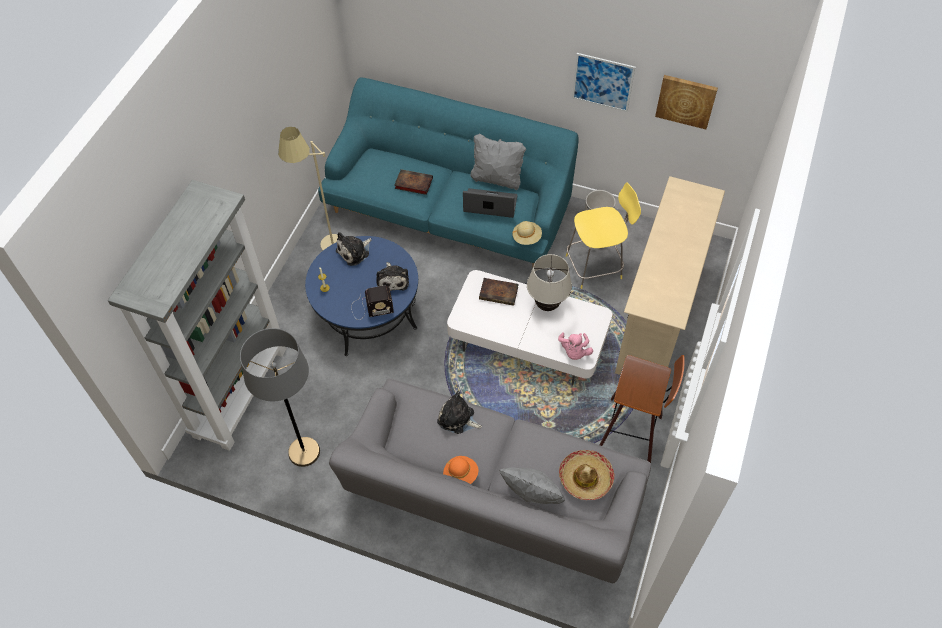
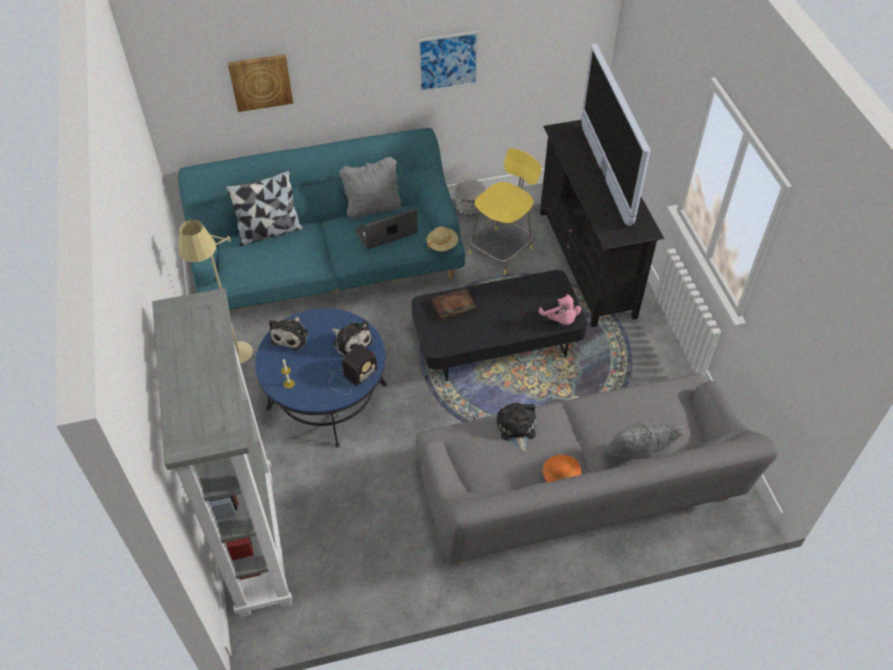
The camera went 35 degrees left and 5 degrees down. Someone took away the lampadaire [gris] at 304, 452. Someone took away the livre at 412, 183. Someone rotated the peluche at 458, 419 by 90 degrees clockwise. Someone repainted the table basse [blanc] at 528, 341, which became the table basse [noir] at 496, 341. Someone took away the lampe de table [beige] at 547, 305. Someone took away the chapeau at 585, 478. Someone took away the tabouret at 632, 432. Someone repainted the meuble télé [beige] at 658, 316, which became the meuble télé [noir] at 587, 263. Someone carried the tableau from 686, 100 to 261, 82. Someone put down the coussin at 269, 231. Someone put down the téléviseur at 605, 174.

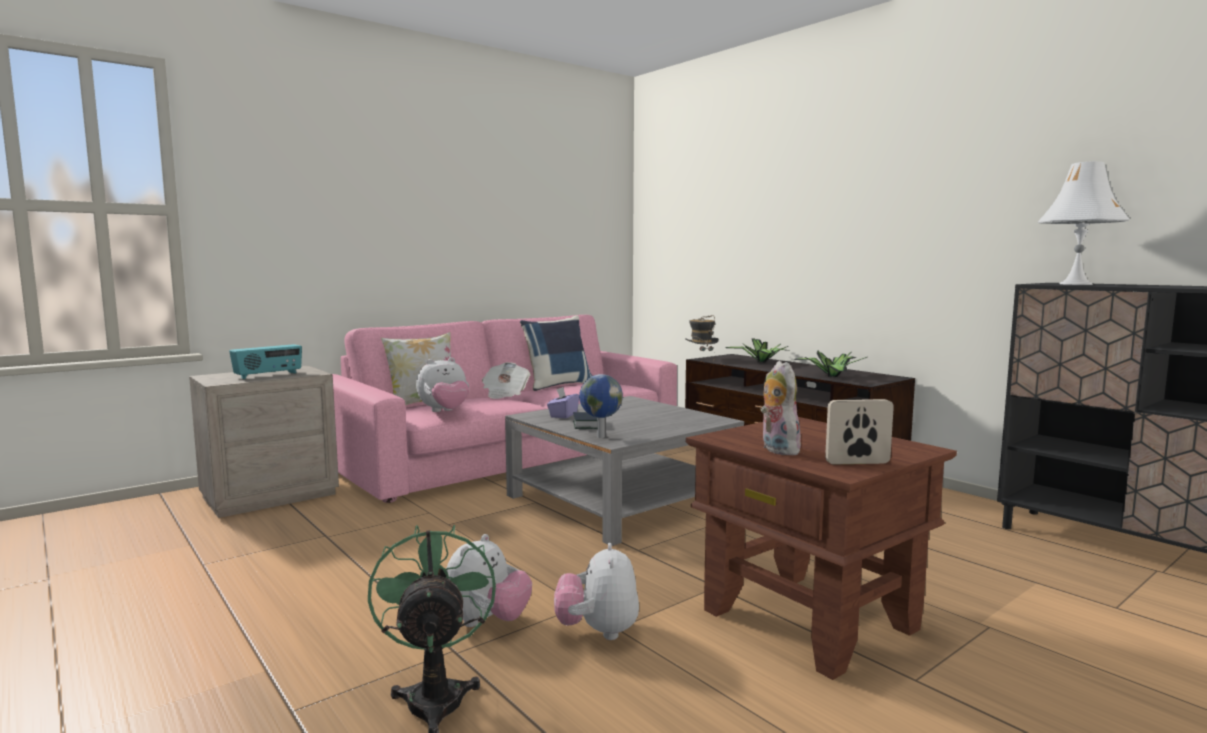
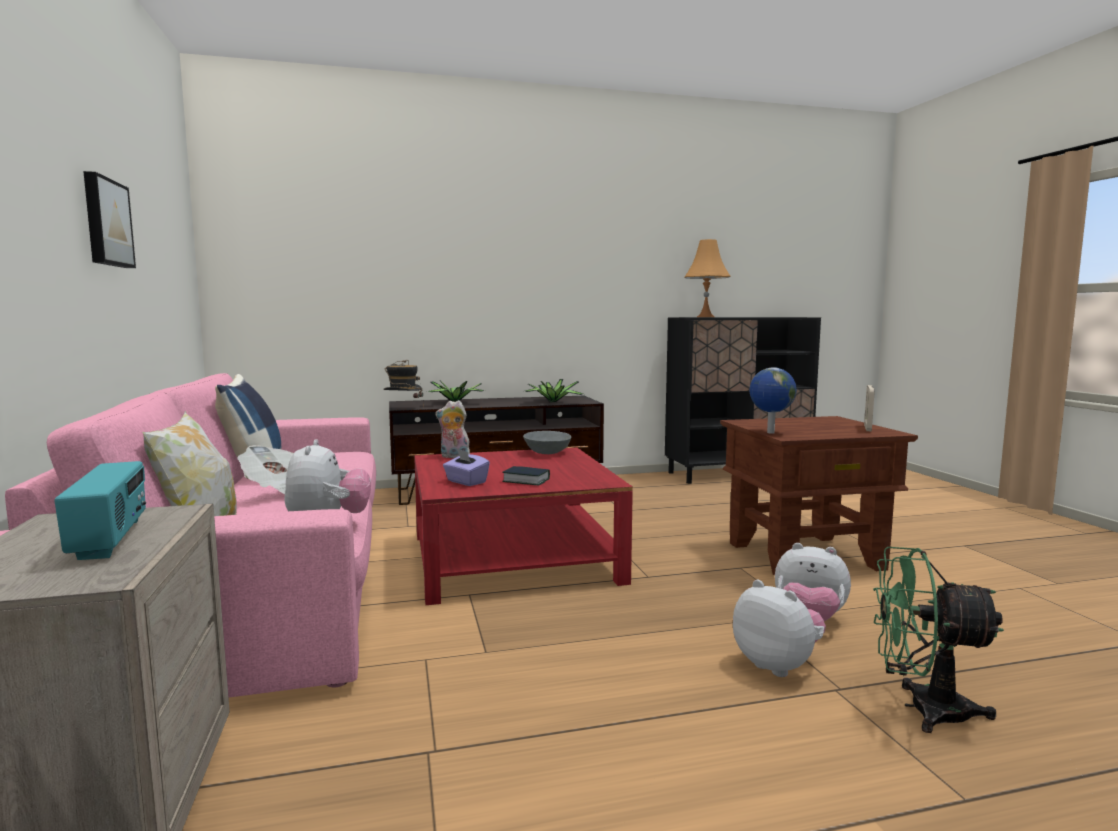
The camera went 65 degrees left and 0 degrees up. Someone repainted the table basse [gris] at 622, 499, which became the table basse [rouge] at 513, 558. Someone carried the globe from 600, 436 to 770, 432. Someone carried the peluche from 776, 449 to 453, 457. Someone repainted the lampe de table [blanc] at 1075, 284, which became the lampe de table [orange] at 705, 317. Someone put up the tableau at 105, 223. Someone put down the bol [gris] at 546, 452.

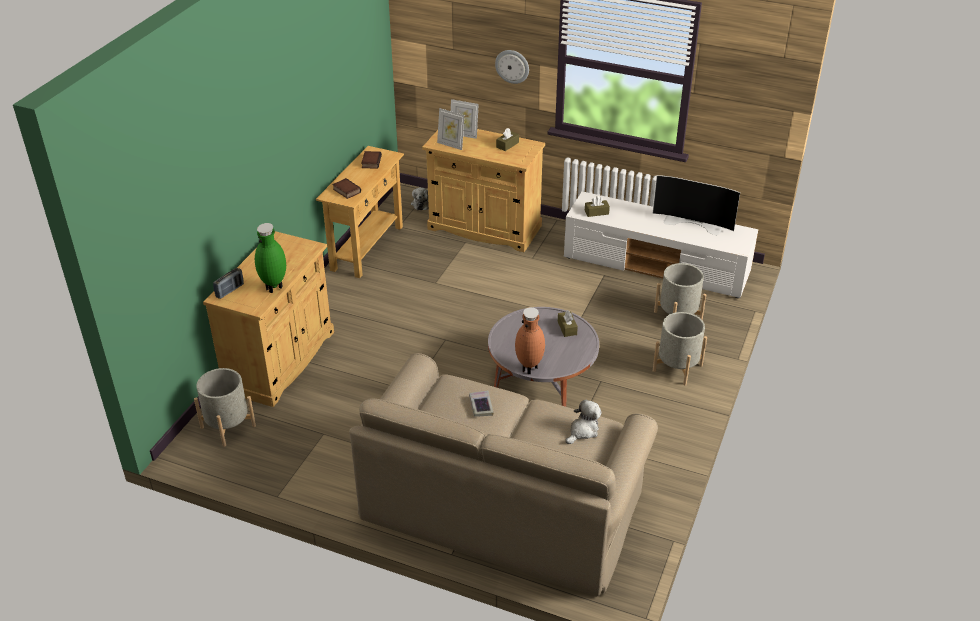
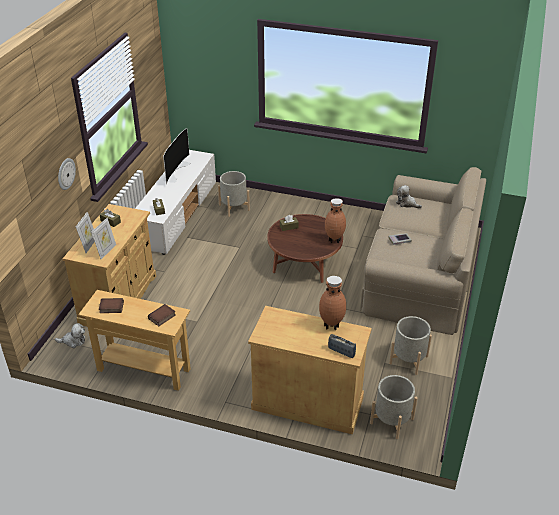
The camera went 95 degrees left and 0 degrees up. Someone repainted the vase [vert] at 275, 287, which became the vase [marron] at 331, 325. Someone repainted the table basse [gris] at 542, 378, which became the table basse [marron] at 304, 262. Someone carried the cache-pot [gris] from 677, 368 to 408, 360.

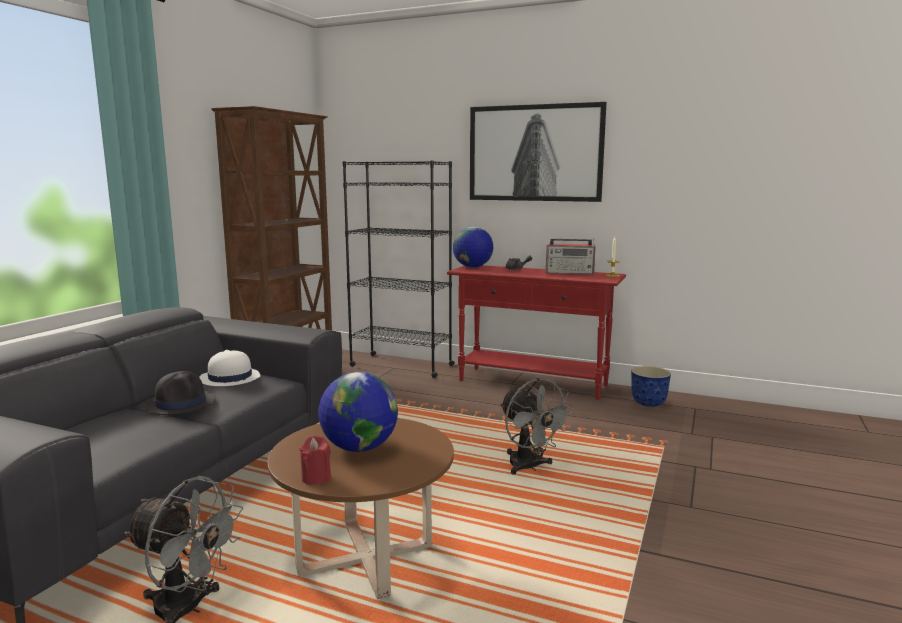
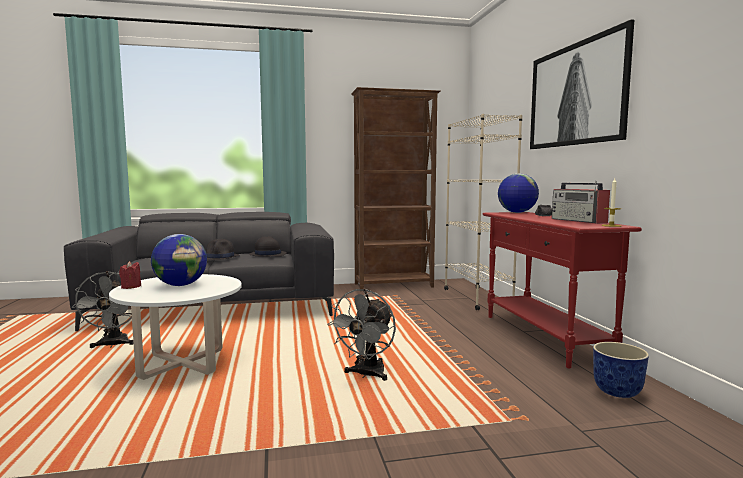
The camera went 55 degrees right and 5 degrees down. Someone repainted the chapeau [blanc] at 229, 378, which became the chapeau [noir] at 267, 254. Someone repainted the table basse [marron] at 365, 559, which became the table basse [blanc] at 182, 364. Someone repainted the bibliothèque [noir] at 401, 365, which became the bibliothèque [beige] at 477, 298.

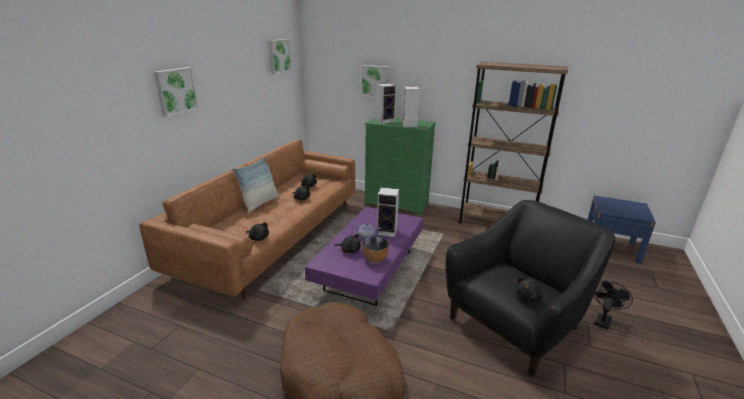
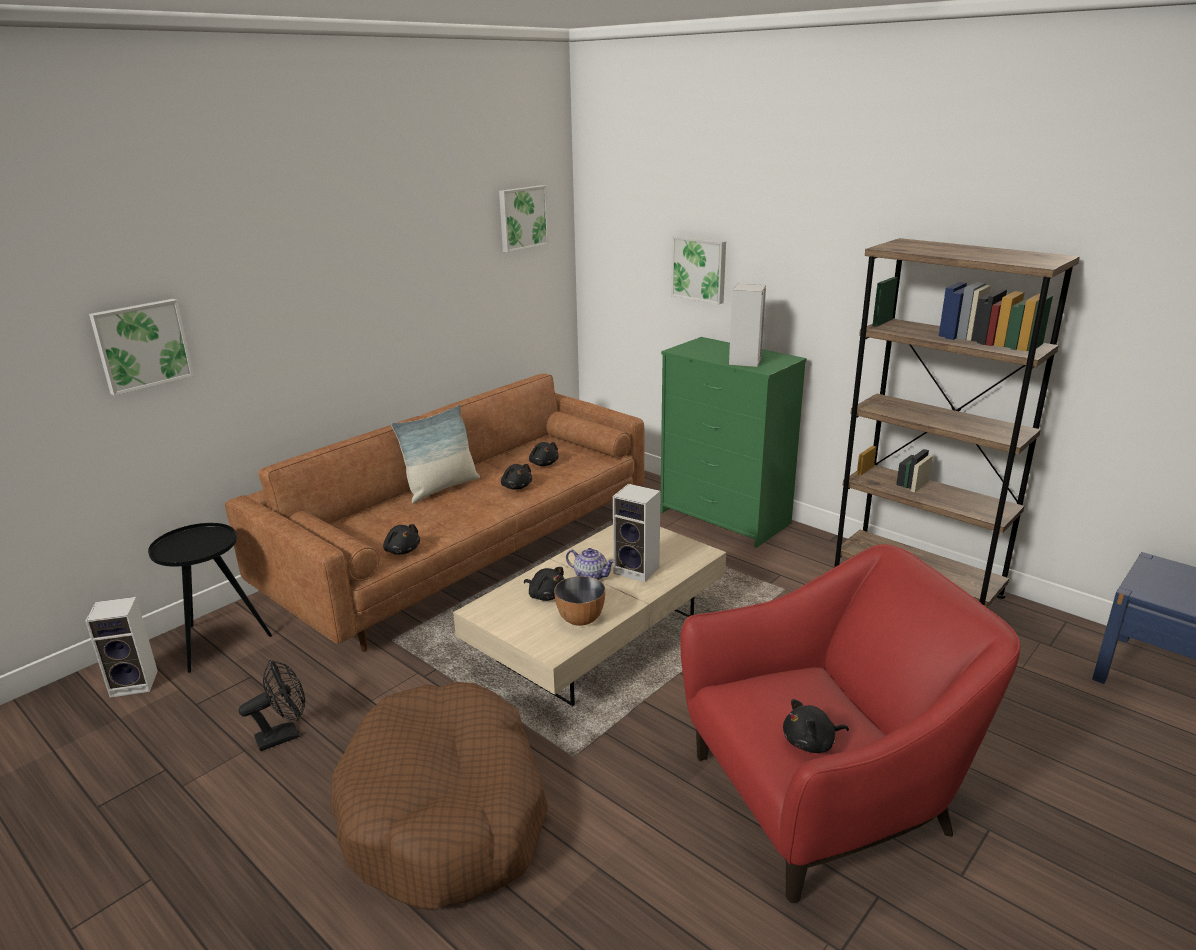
The camera went 20 degrees right and 0 degrees up. Someone carried the tableau from 175, 91 to 142, 345. Someone repainted the table basse [violet] at 369, 270, which became the table basse [beige] at 598, 639. Someone carried the enceinte from 385, 121 to 136, 683. Someone repainted the fauteuil [noir] at 516, 324, which became the fauteuil [rouge] at 824, 798. Someone carried the ventilateur [noir] from 603, 319 to 284, 735. Someone put down the table d'appoint [noir] at 217, 641.

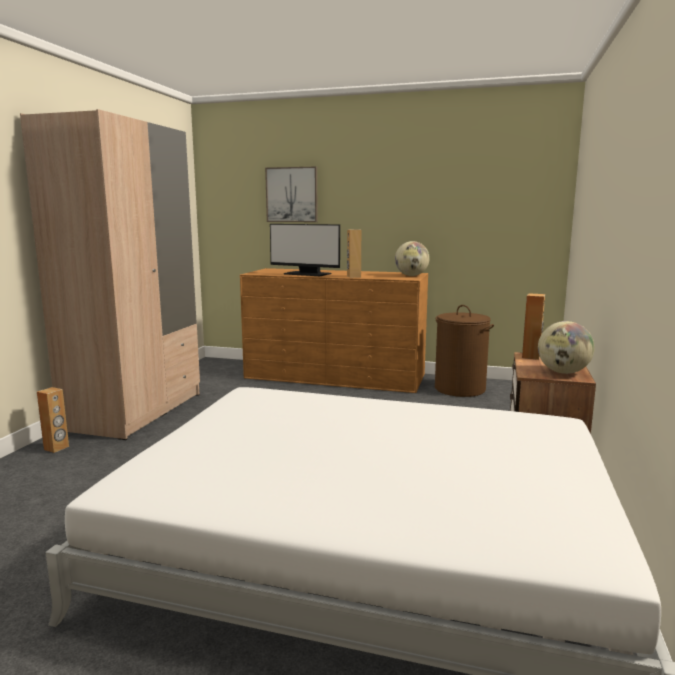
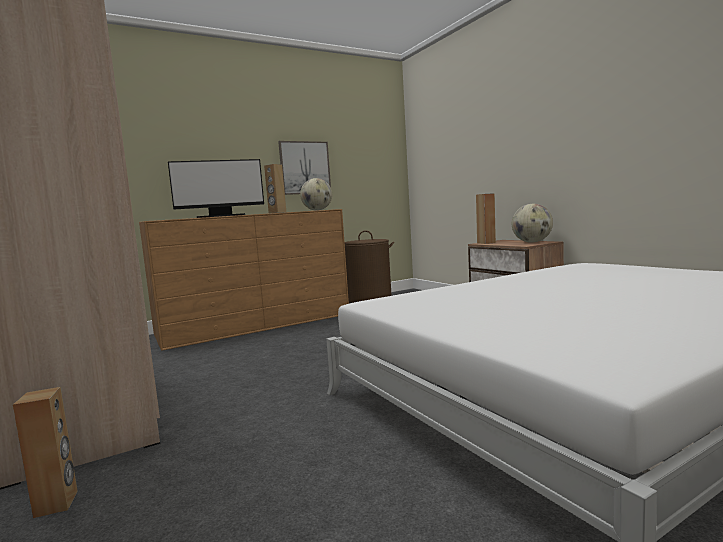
The camera went 45 degrees left and 5 degrees down. Someone carried the tableau from 292, 194 to 304, 168.

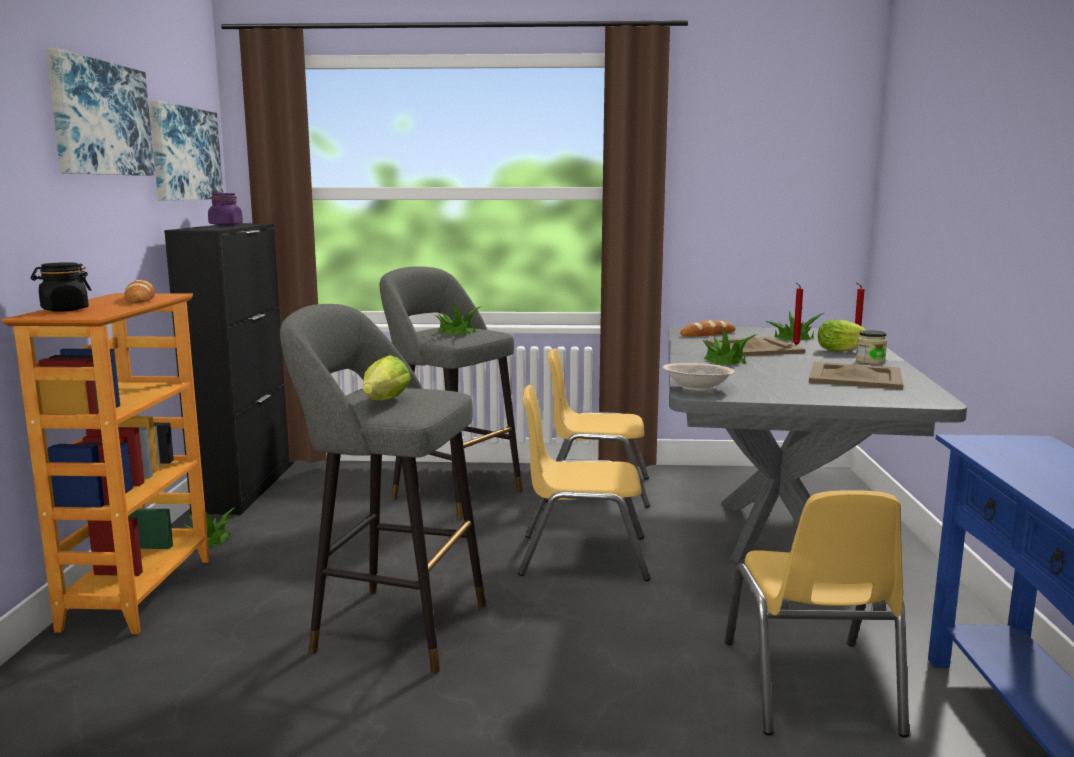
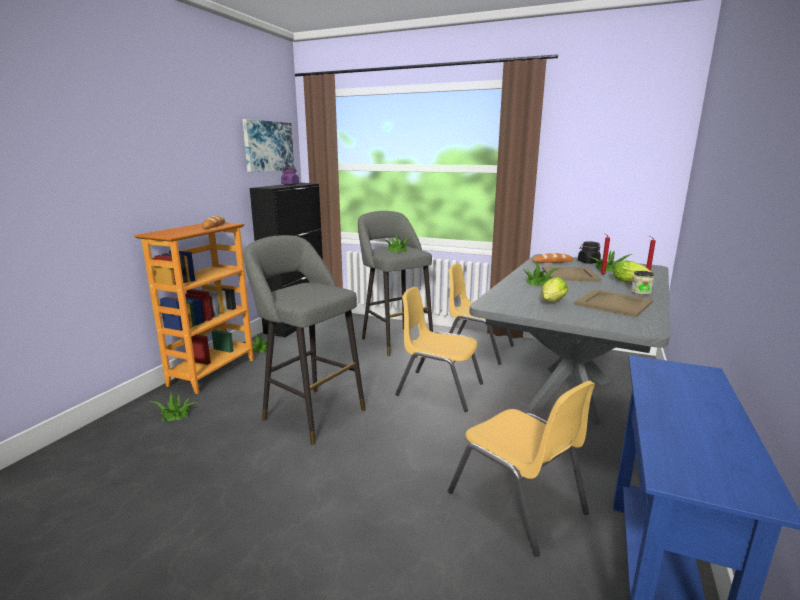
The camera went 20 degrees right and 5 degrees up. Someone carried the bocal [noir] from 64, 310 to 588, 262. Someone took away the tableau at 100, 118. Someone carried the laitue from 383, 401 to 551, 303. Someone took away the bol [beige] at 696, 389. Someone rotated the chaise [jaune] at 810, 686 by 60 degrees counterclockwise. Someone put down the plante en pot at 175, 414.

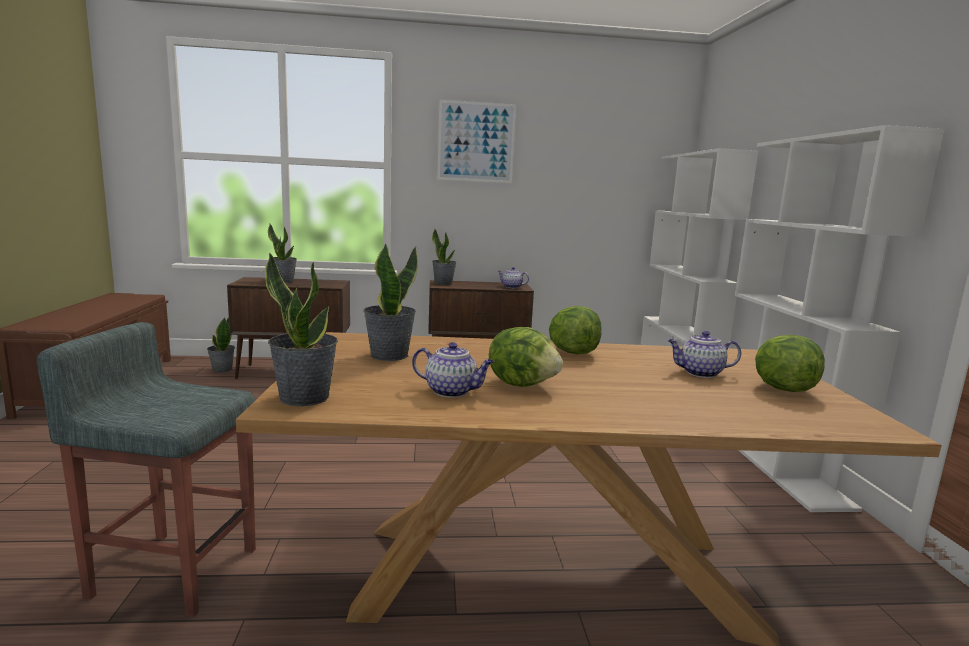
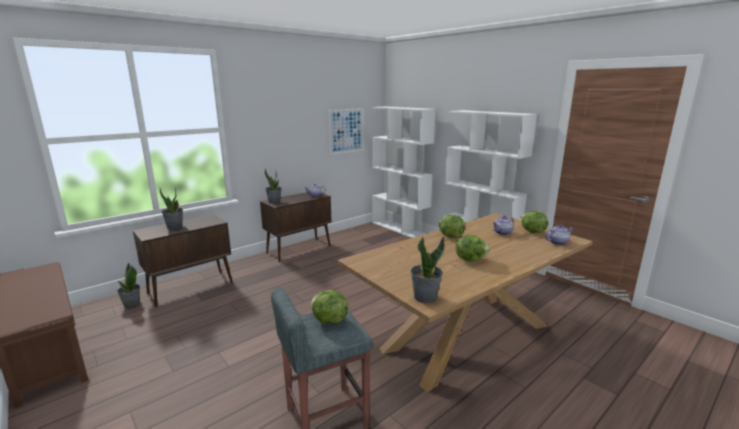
The camera went 35 degrees left and 5 degrees up. Someone took away the plante en pot at 389, 355. Someone carried the théière from 452, 391 to 557, 242. Someone carried the tableau from 476, 142 to 346, 131. Someone put down the laitue at 329, 321.

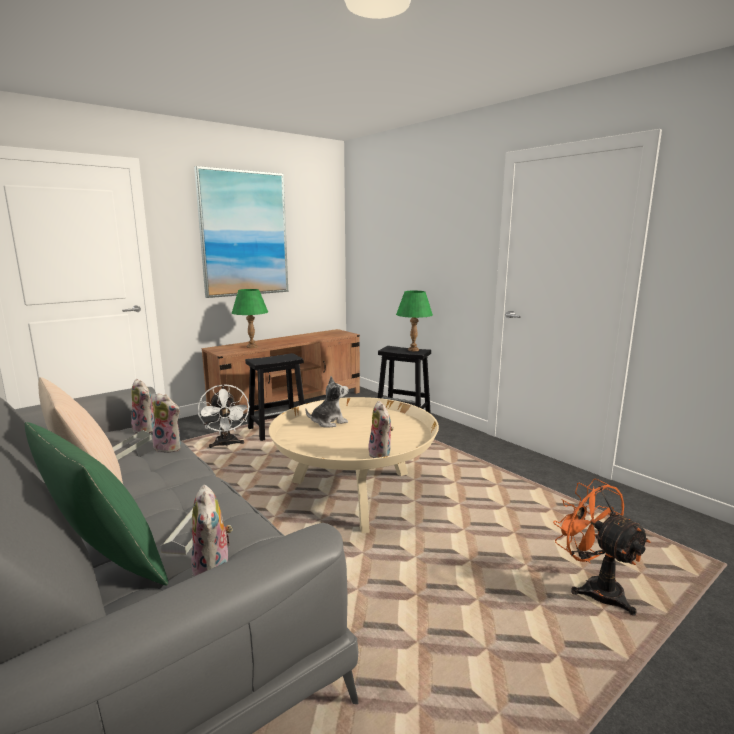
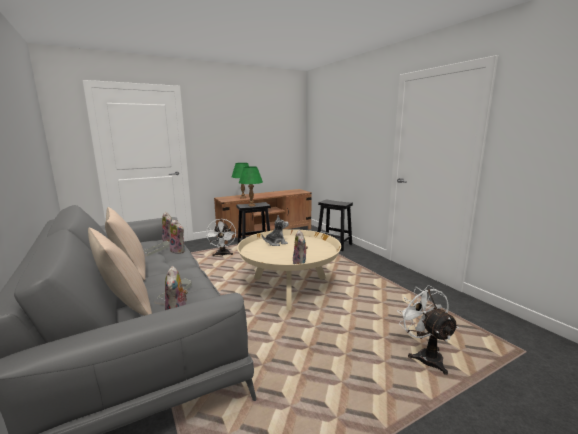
The camera went 10 degrees right and 0 degrees up. Someone repainted the coussin [vert] at 106, 565, which became the coussin [beige] at 125, 306. Someone took away the tableau at 244, 234. Someone carried the lampe de table [vert] from 413, 350 to 251, 205. Someone repainted the ventilateur [orange] at 595, 588, which became the ventilateur [blanc] at 425, 356.

